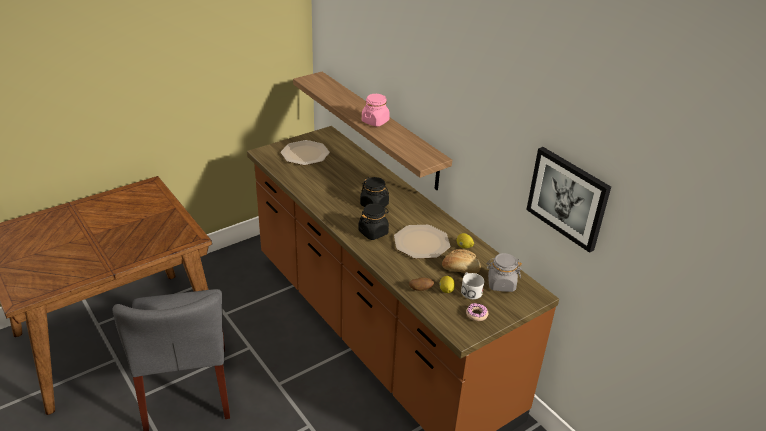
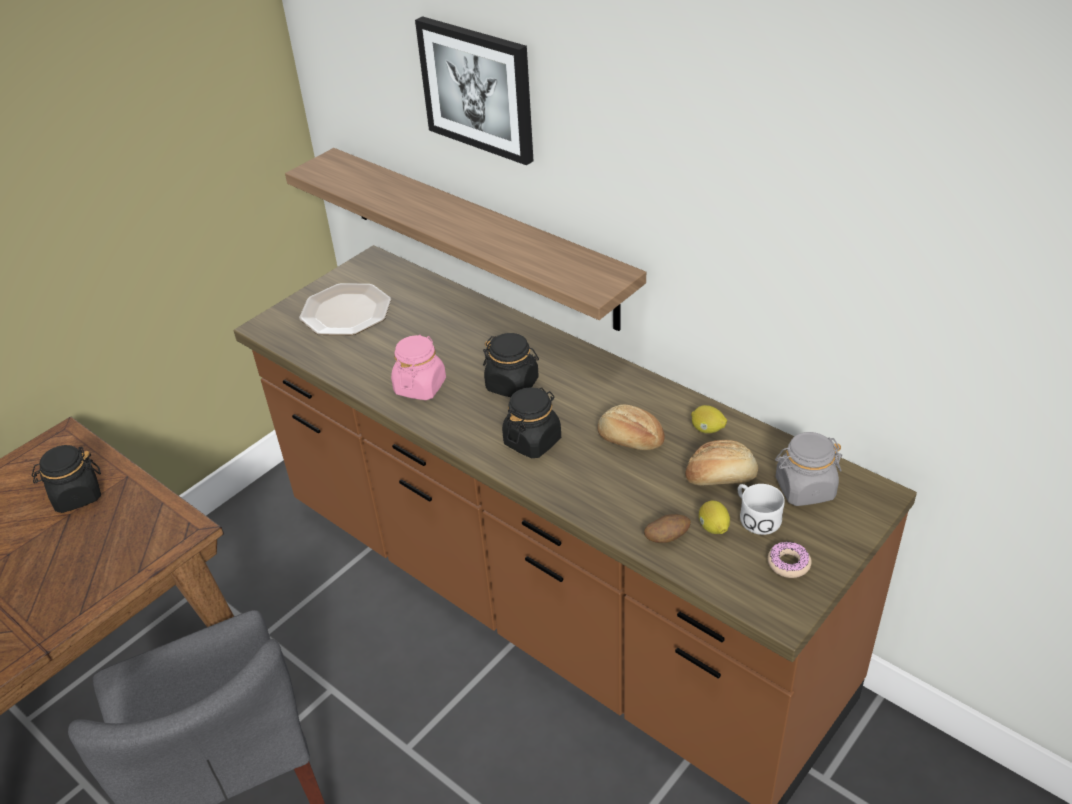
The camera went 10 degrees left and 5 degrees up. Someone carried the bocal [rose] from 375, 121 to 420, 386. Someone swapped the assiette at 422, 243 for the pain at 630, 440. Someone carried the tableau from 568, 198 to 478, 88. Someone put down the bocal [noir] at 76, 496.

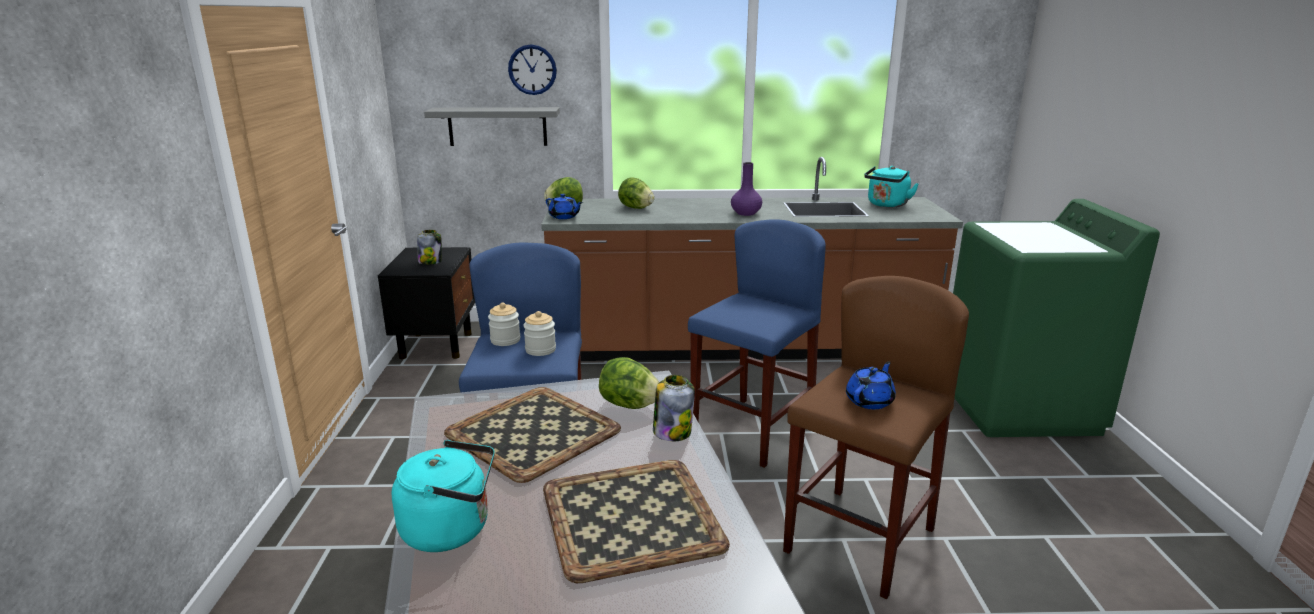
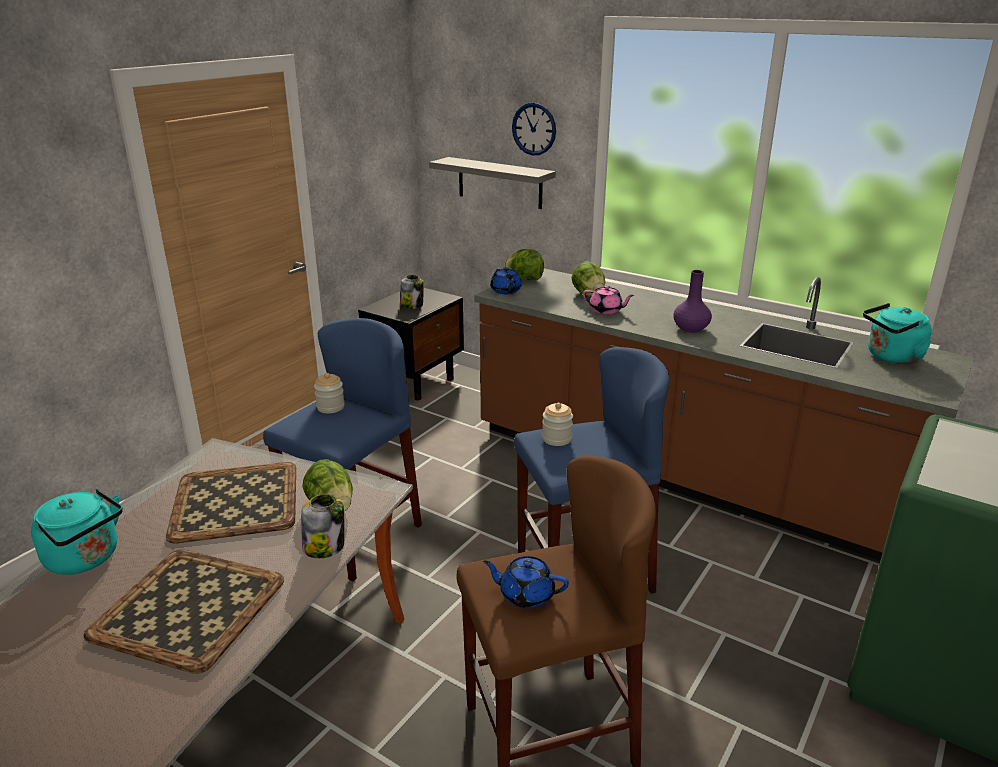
The camera went 35 degrees right and 5 degrees up. Someone carried the bocal from 540, 350 to 557, 439. Someone rotated the théière [bleu] at 870, 401 by 150 degrees counterclockwise. Someone put down the théière [rose] at 606, 310.

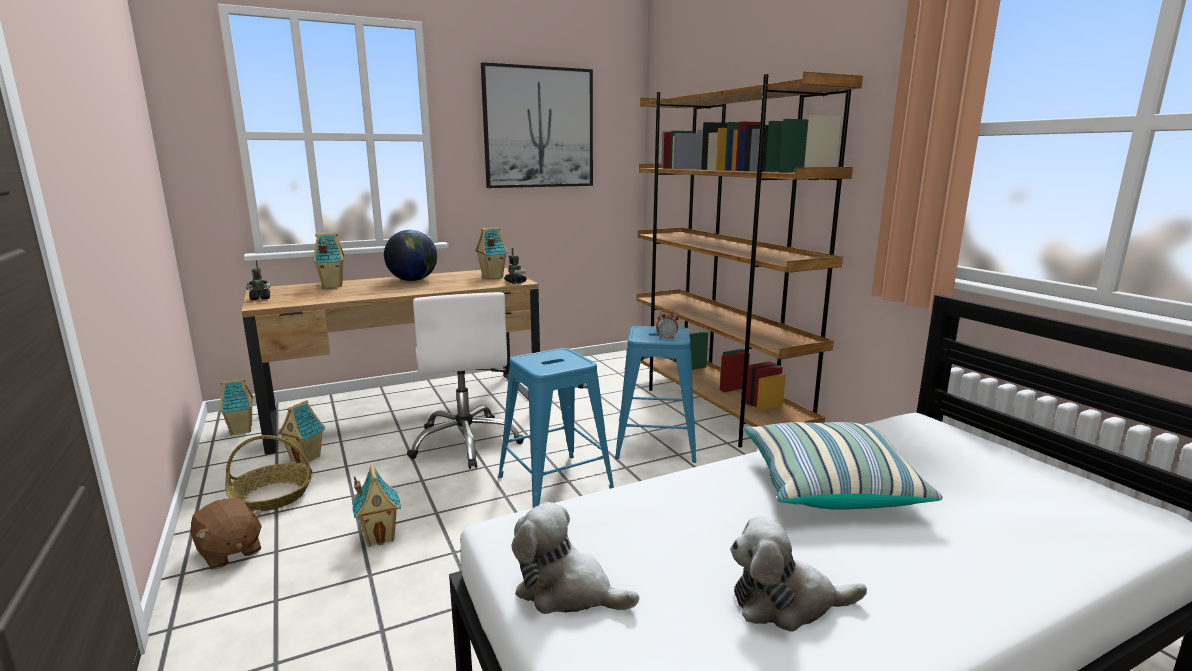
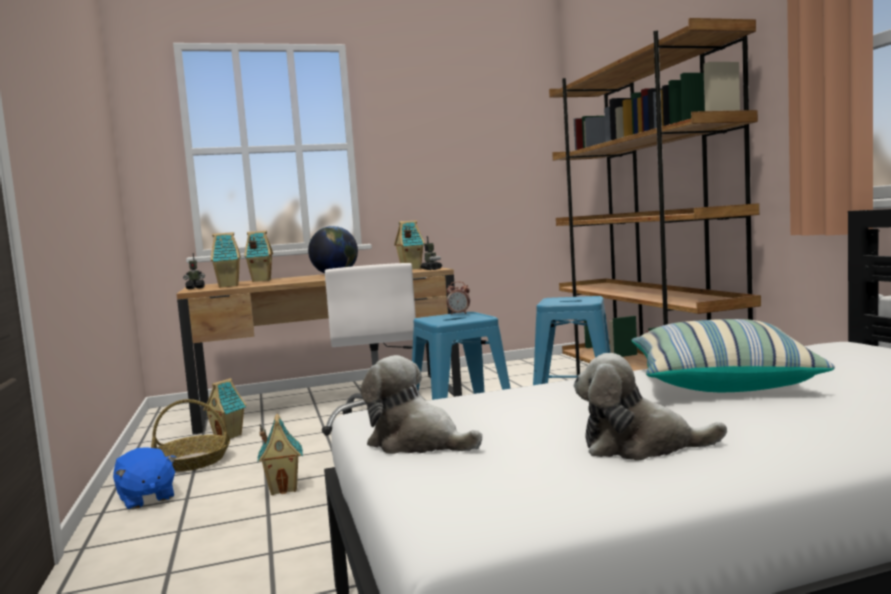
The camera went 10 degrees right and 10 degrees down. Someone repainted the peluche [marron] at 229, 552, which became the peluche [bleu] at 146, 498. Someone carried the maison miniature from 242, 430 to 229, 286. Someone took away the tableau at 539, 128. Someone carried the réveil from 666, 338 to 459, 314.

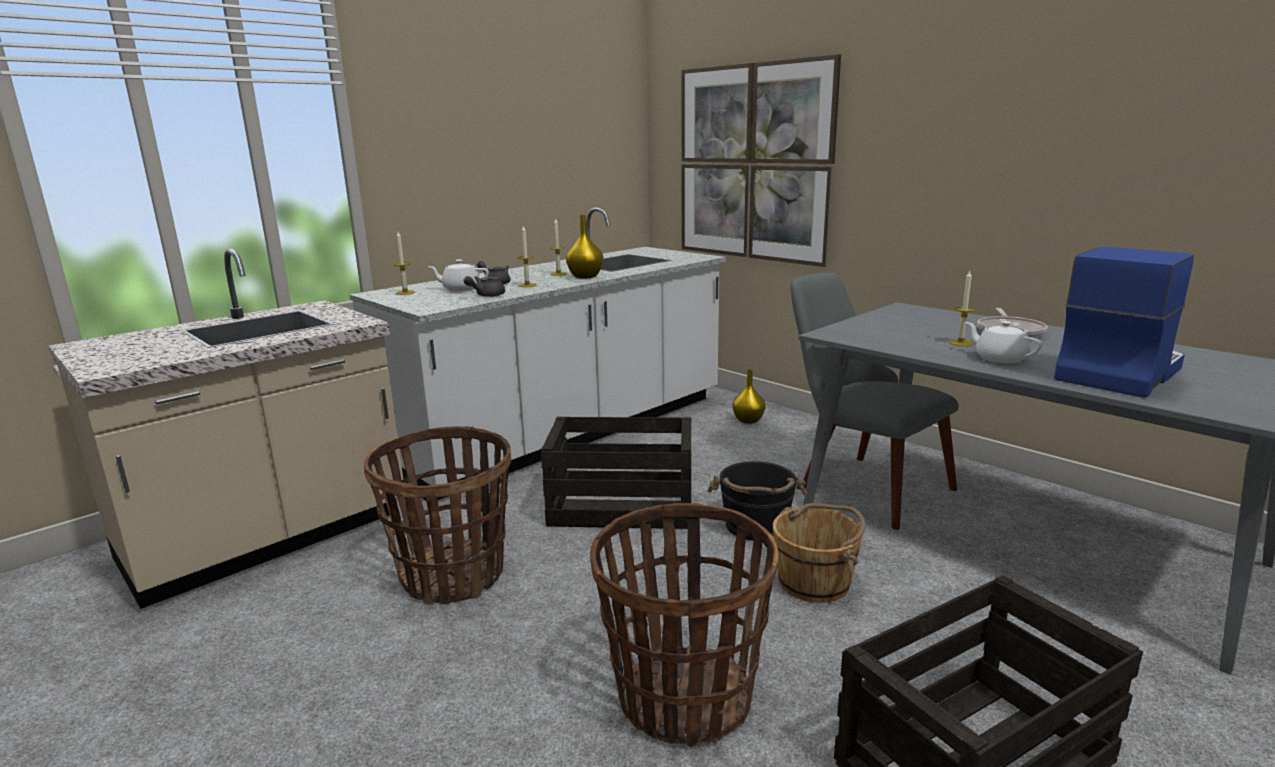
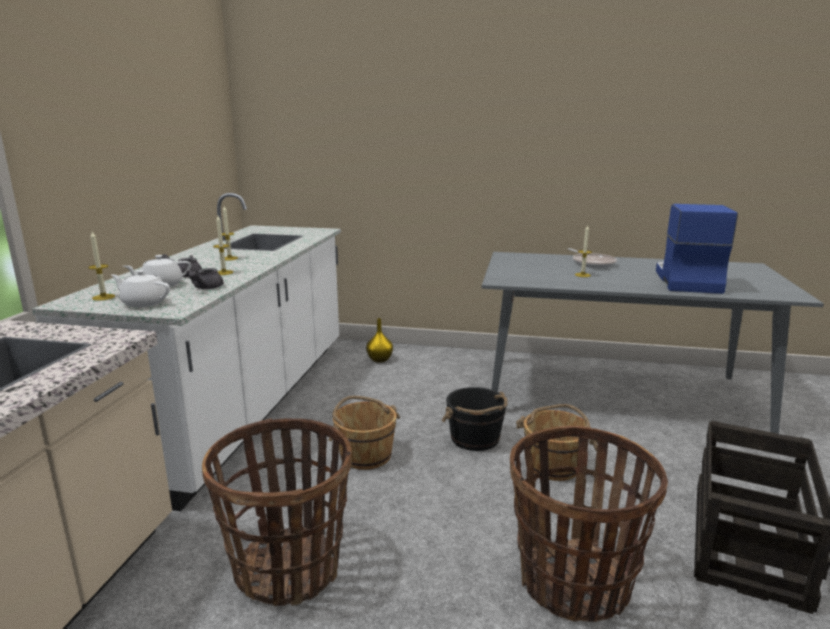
The camera went 35 degrees left and 0 degrees up. Someone swapped the caisse at 623, 506 for the seau [marron] at 365, 455. Someone took away the vase [jaune] at 586, 276. Someone took away the tableau at 753, 163. Someone took away the chaise [gris] at 859, 483. Someone carried the théière [blanc] from 999, 358 to 144, 303.

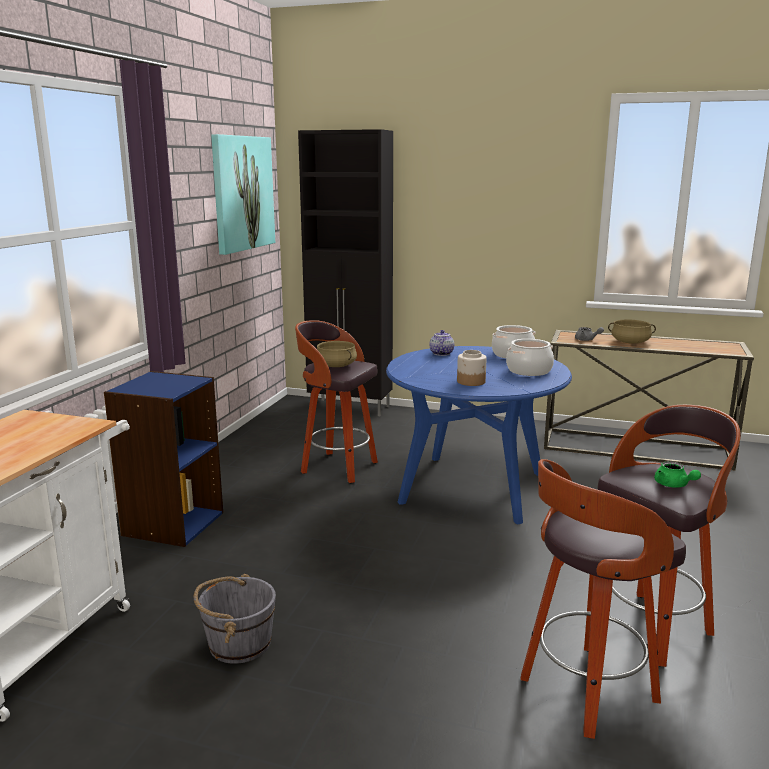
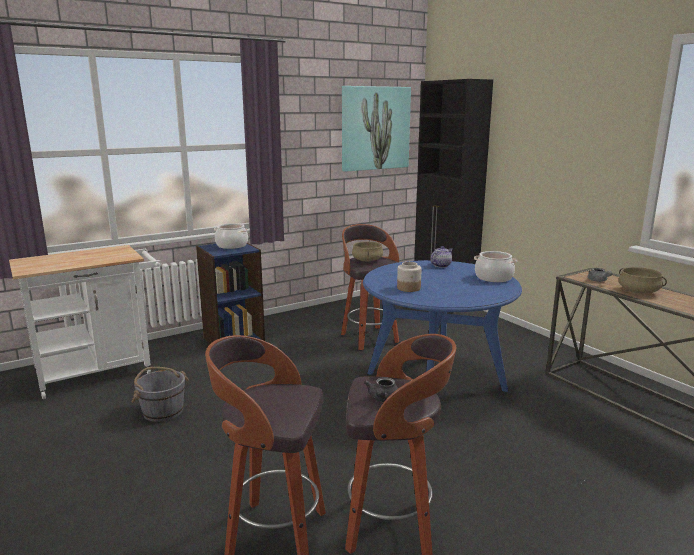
The camera went 40 degrees right and 0 degrees up. Someone carried the marmite from 529, 371 to 232, 245. Someone repainted the théière [vert] at 674, 485, which became the théière [gris] at 383, 399.

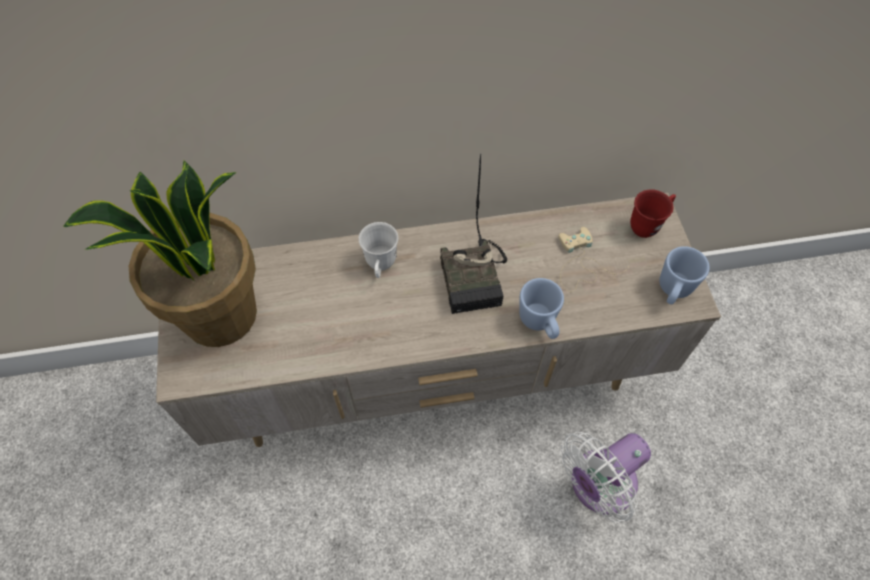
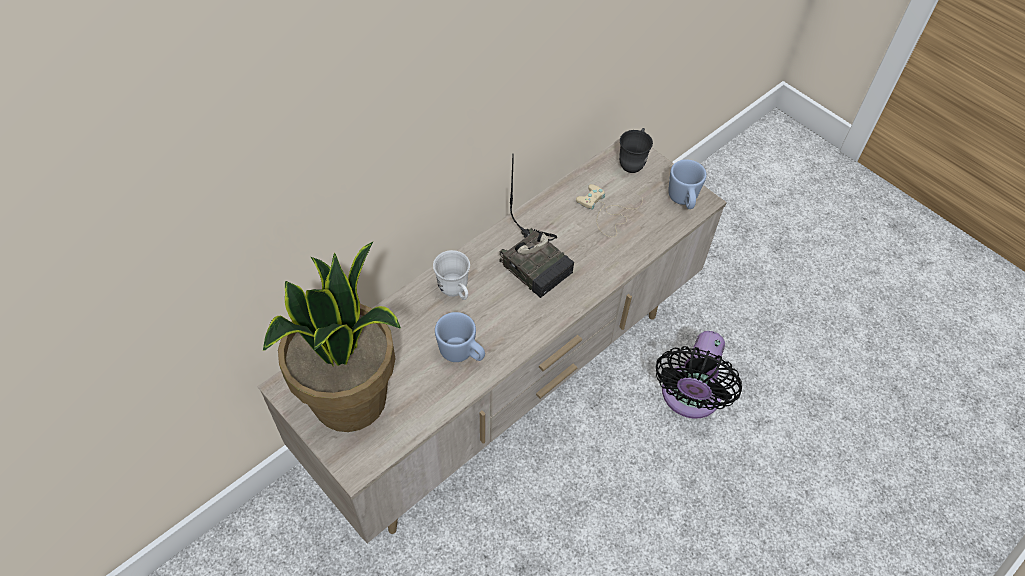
The camera went 35 degrees left and 5 degrees down. Someone carried the mug [bleu] from 539, 323 to 462, 353. Someone repainted the ventilateur [blanc] at 597, 485, which became the ventilateur [noir] at 689, 397. Someone repainted the mug [rouge] at 648, 225, which became the mug [gris] at 633, 161.

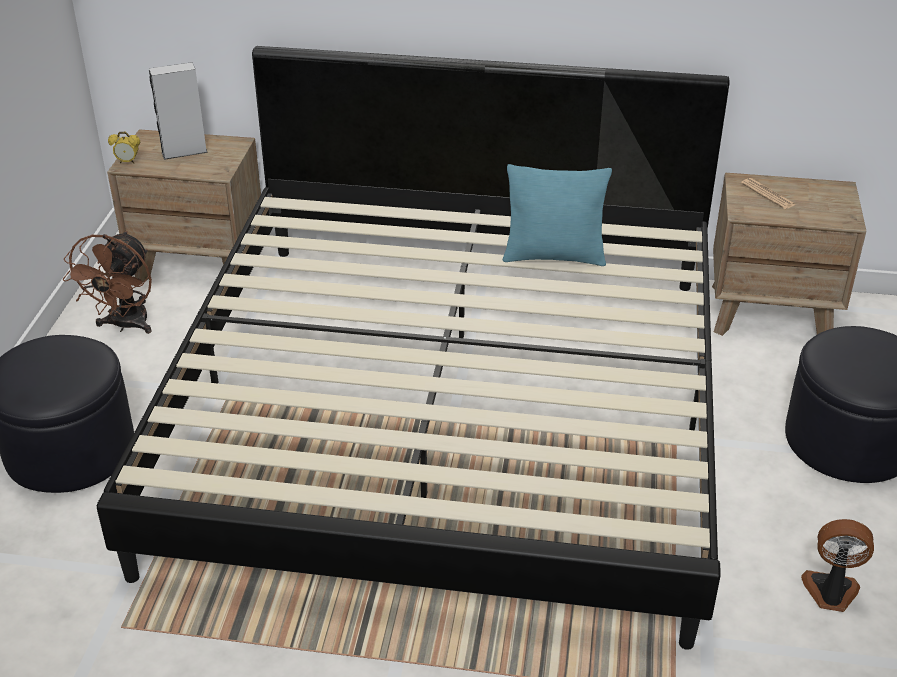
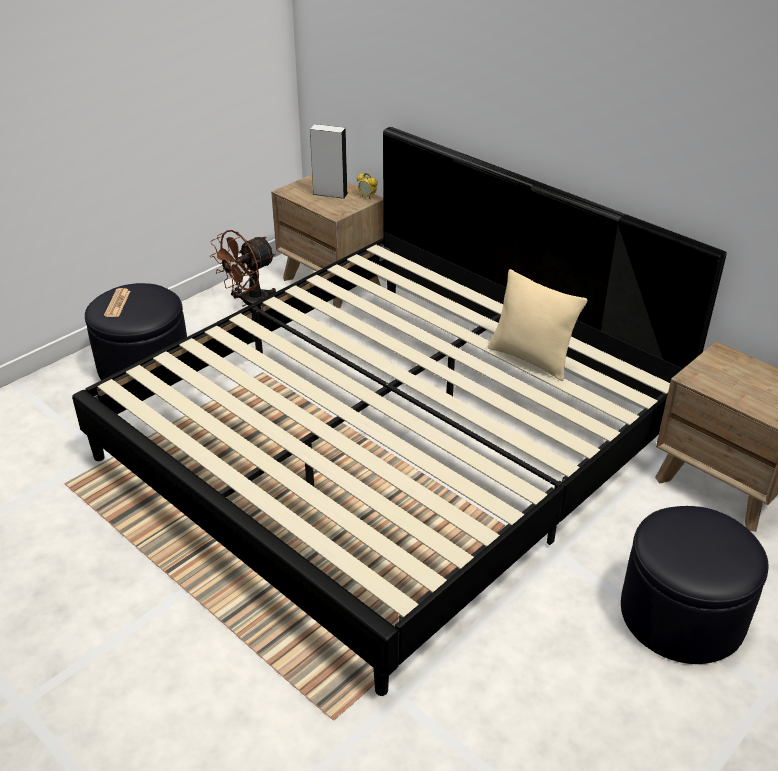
The camera went 35 degrees right and 0 degrees up. Someone carried the réveil from 127, 162 to 367, 197. Someone repainted the coussin [turquoise] at 554, 256, which became the coussin [beige] at 530, 359. Someone carried the journal from 768, 194 to 117, 303. Someone took away the ventilateur at 830, 593.

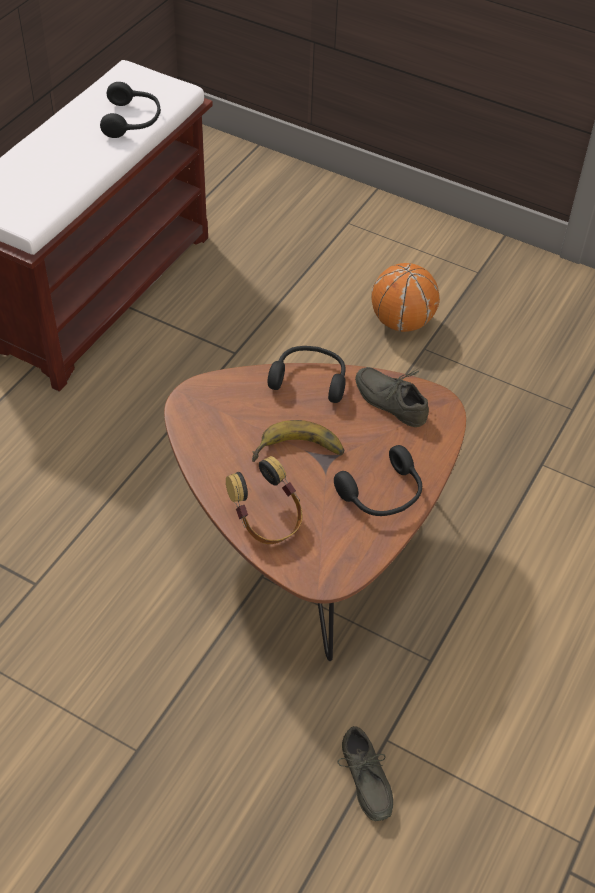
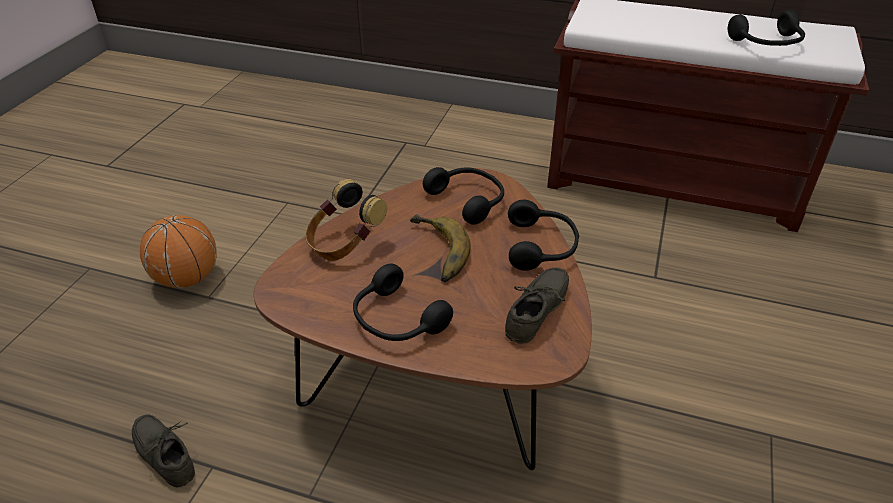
The camera went 80 degrees right and 10 degrees down. Someone rotated the chaussure [gris] at 363, 781 by 75 degrees clockwise. Someone carried the ballon de basket from 401, 322 to 187, 278. Someone put down the casque audio [noir] at 468, 200.

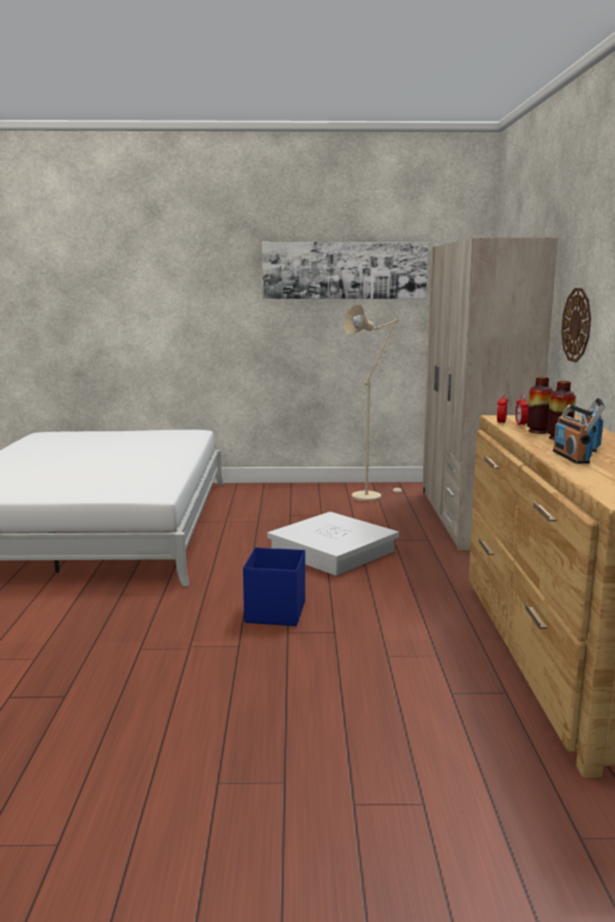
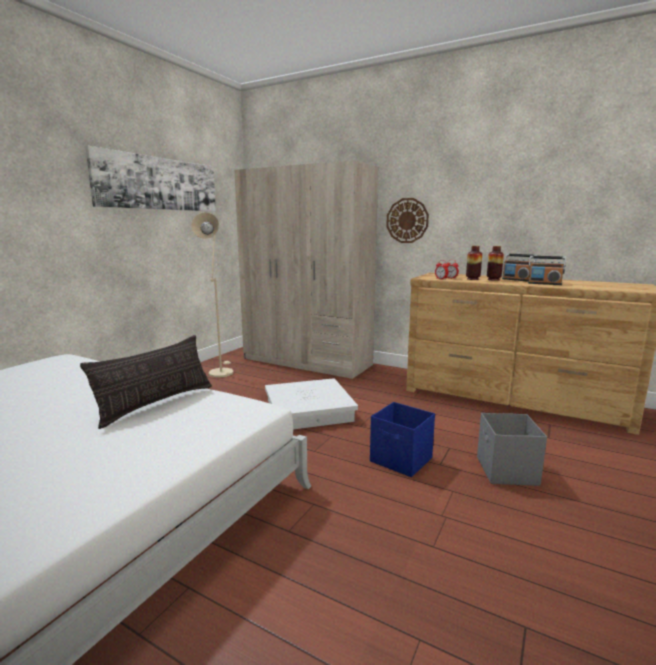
The camera went 60 degrees left and 0 degrees up. Someone put down the coussin at 156, 403. Someone put down the boîte de rangement [gris] at 506, 471.

